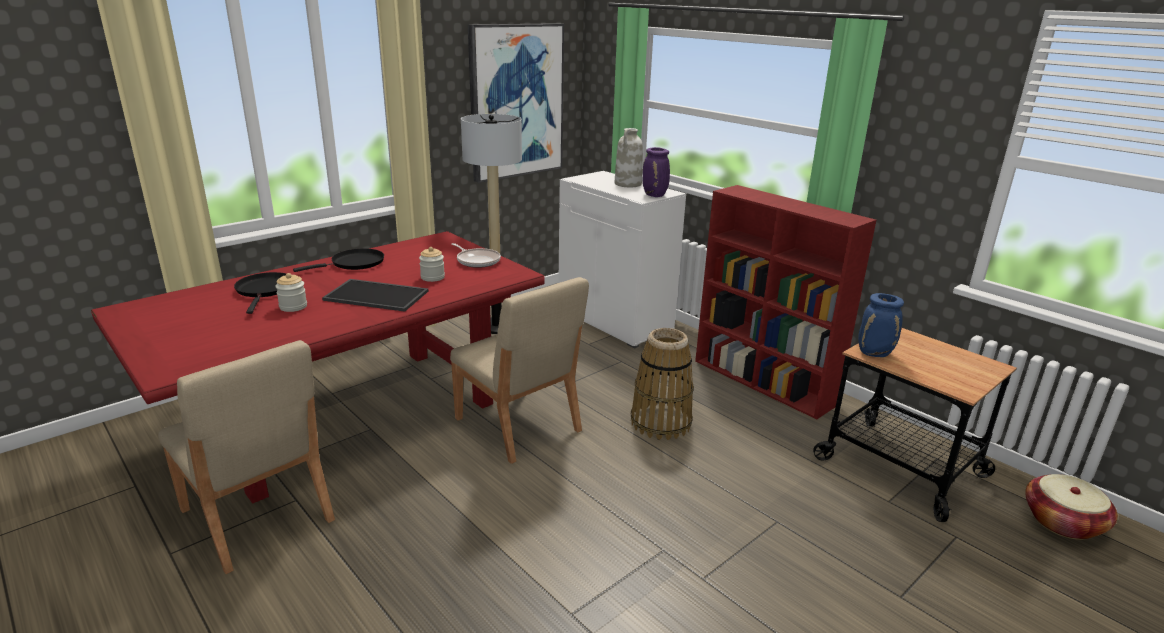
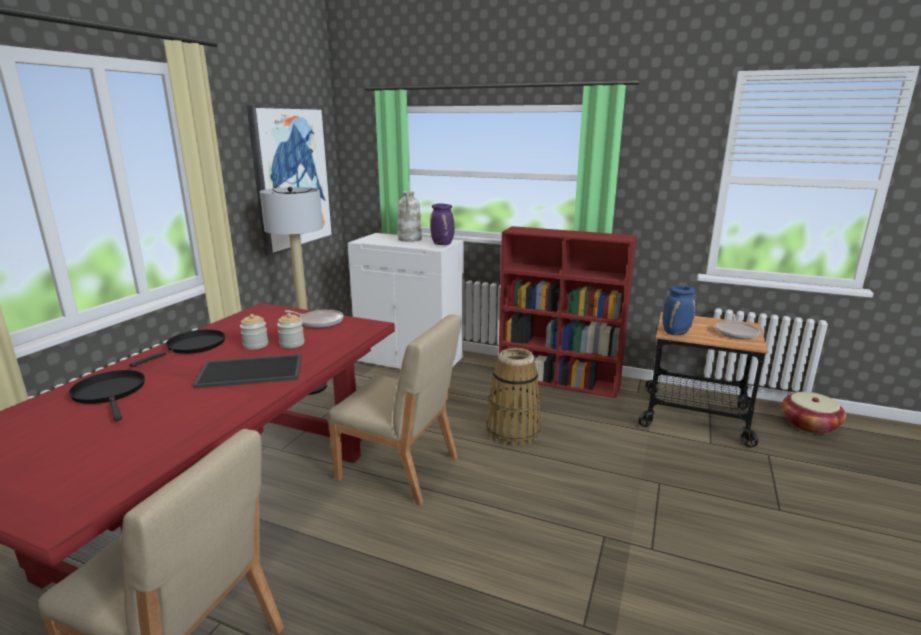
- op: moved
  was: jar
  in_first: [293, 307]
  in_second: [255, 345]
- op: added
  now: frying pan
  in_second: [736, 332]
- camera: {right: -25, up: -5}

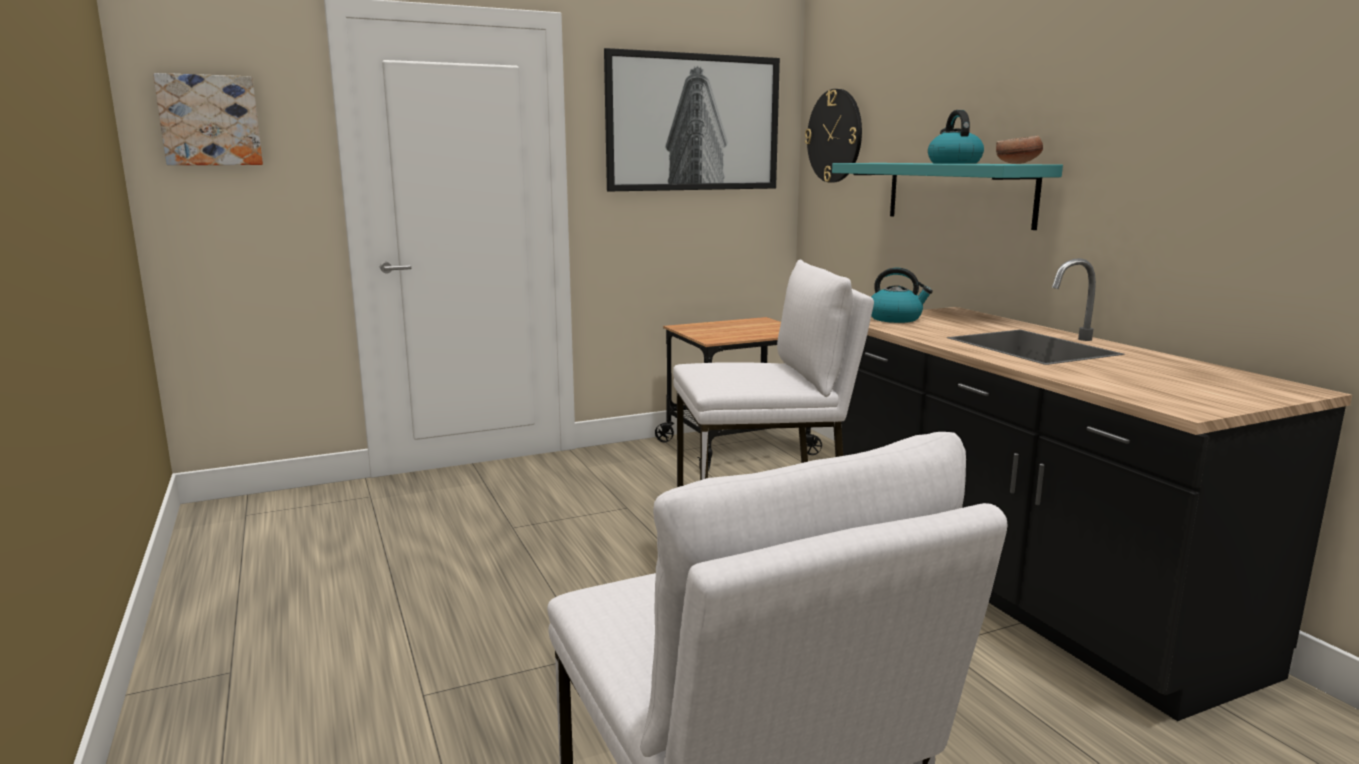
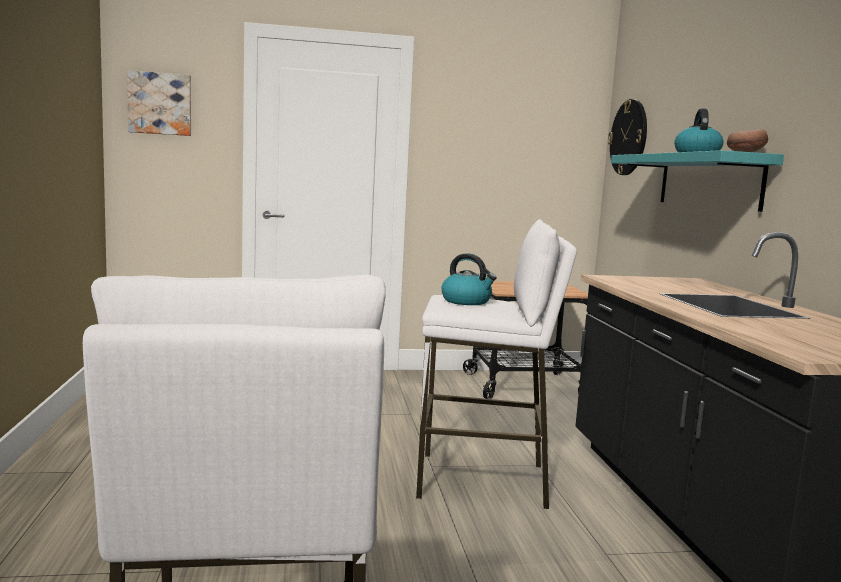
- op: removed
  was: picture
  in_first: [693, 123]
- op: moved
  was: kettle
  in_first: [895, 319]
  in_second: [467, 301]
- camera: {right: 15, up: -5}

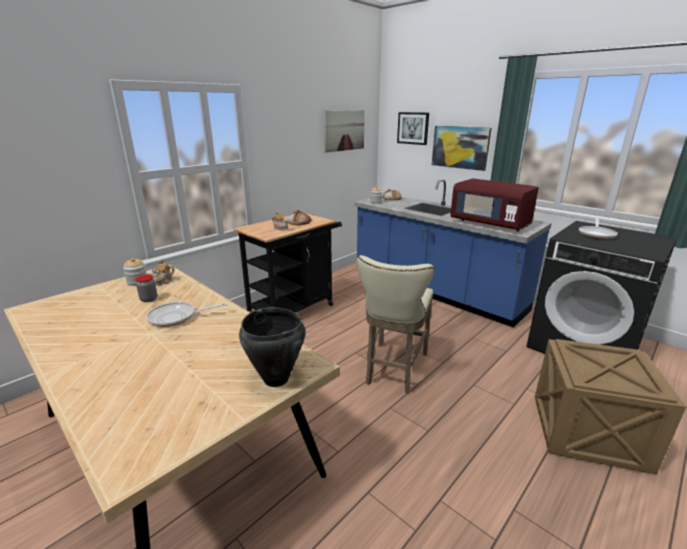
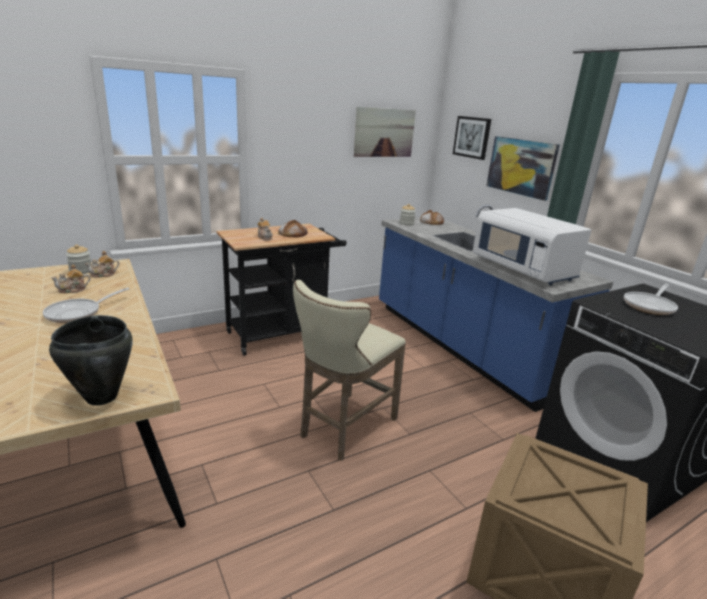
- op: replaced
  was: jar
  now: teapot
  in_first: [149, 299]
  in_second: [73, 290]
- op: turned
  was: frying pan
  in_first: [177, 317]
  in_second: [78, 313]
  clockwise: -60
- op: recoloured
  was: red microwave
  now: white microwave
  in_first: [490, 224]
  in_second: [523, 270]
- camera: {right: 15, up: 0}

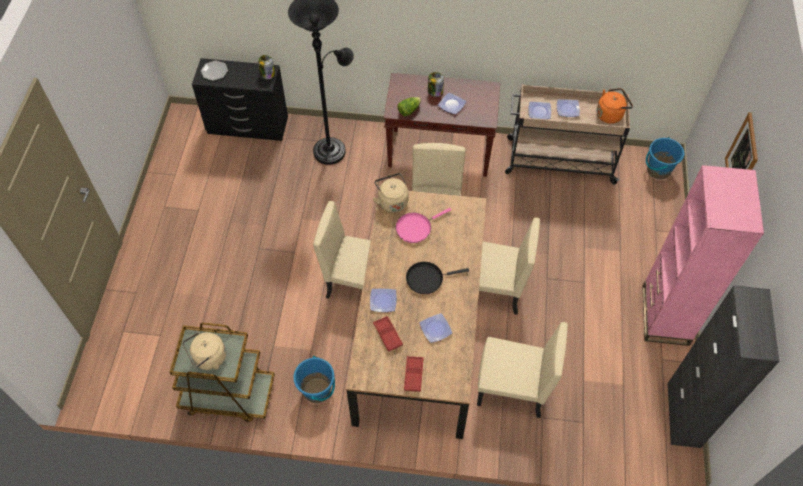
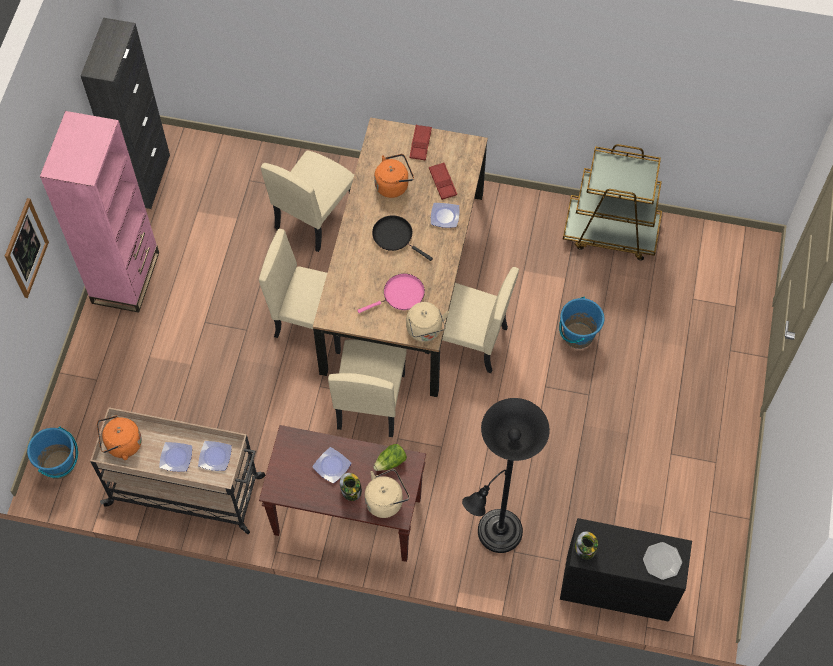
- op: moved
  was: beige kettle
  in_first: [208, 358]
  in_second: [386, 500]
- op: moved
  was: blue bucket
  in_first: [317, 390]
  in_second: [578, 335]
- op: turned
  was: black frying pan
  in_first: [427, 278]
  in_second: [395, 236]
  clockwise: -135
- op: replaced
  was: plate
  now: orange kettle
  in_first: [435, 329]
  in_second: [393, 185]
- op: turned
  was: beige chair
  in_first: [512, 389]
  in_second: [314, 216]
  clockwise: -75
- camera: {right: -175, up: 5}

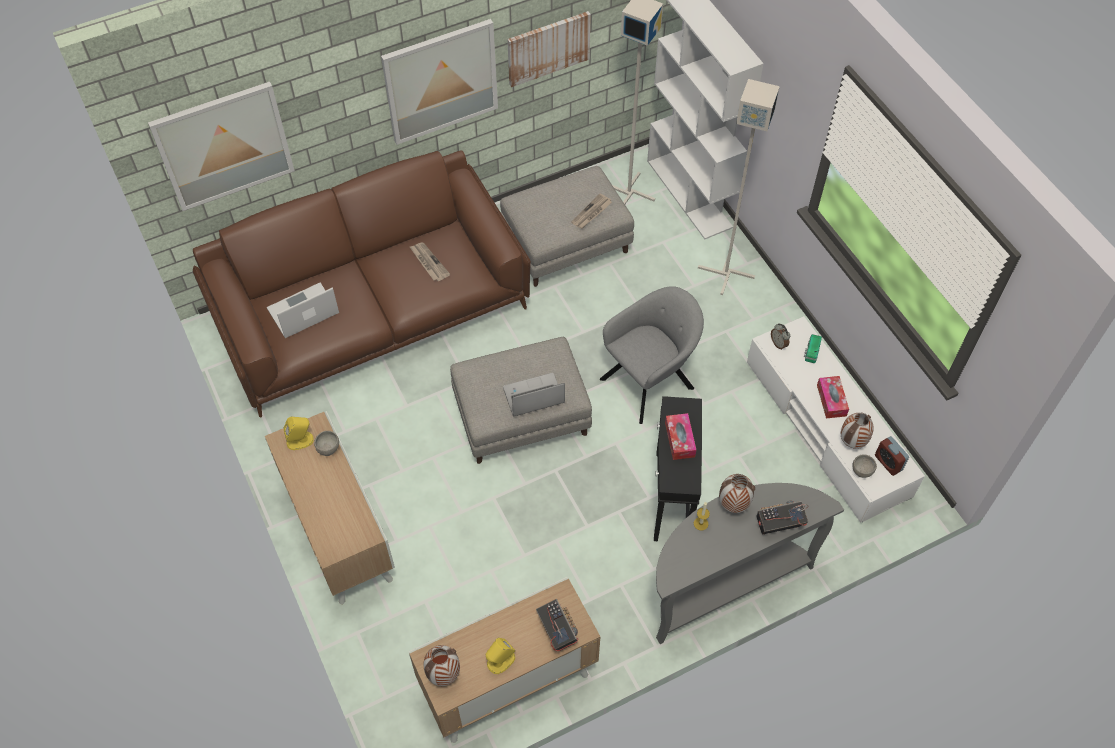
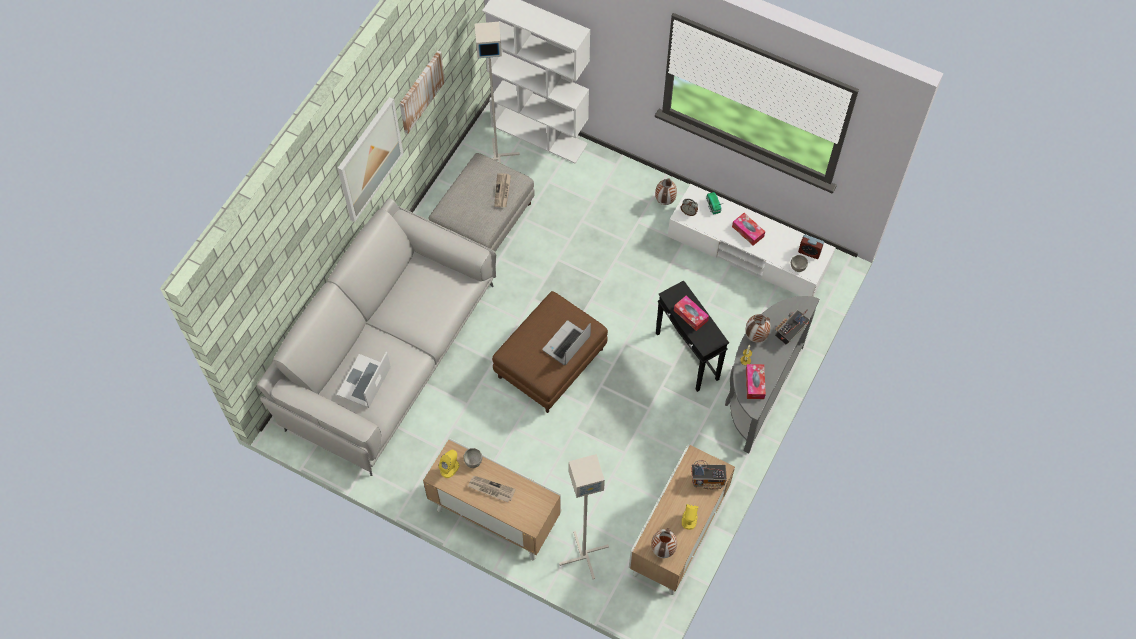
- op: removed
  was: picture
  in_first: [224, 145]
- op: recoloured
  was: brown sofa
  now: grey sofa
  in_first: [373, 312]
  in_second: [388, 353]
- op: moved
  was: newspaper
  in_first: [428, 262]
  in_second: [491, 489]
- op: recoloured
  was: grey ottoman
  now: brown ottoman
  in_first: [520, 417]
  in_second: [550, 364]
- op: turned
  was: radio
  in_first: [557, 631]
  in_second: [708, 480]
  clockwise: 150
- op: removed
  was: grey armchair
  in_first: [650, 381]
- op: moved
  was: grey floor lamp
  in_first: [725, 272]
  in_second: [583, 555]
- op: moved
  was: vase
  in_first: [852, 442]
  in_second: [664, 201]
- op: added
  now: tissue box
  in_second: [754, 384]
- camera: {right: -35, up: 5}

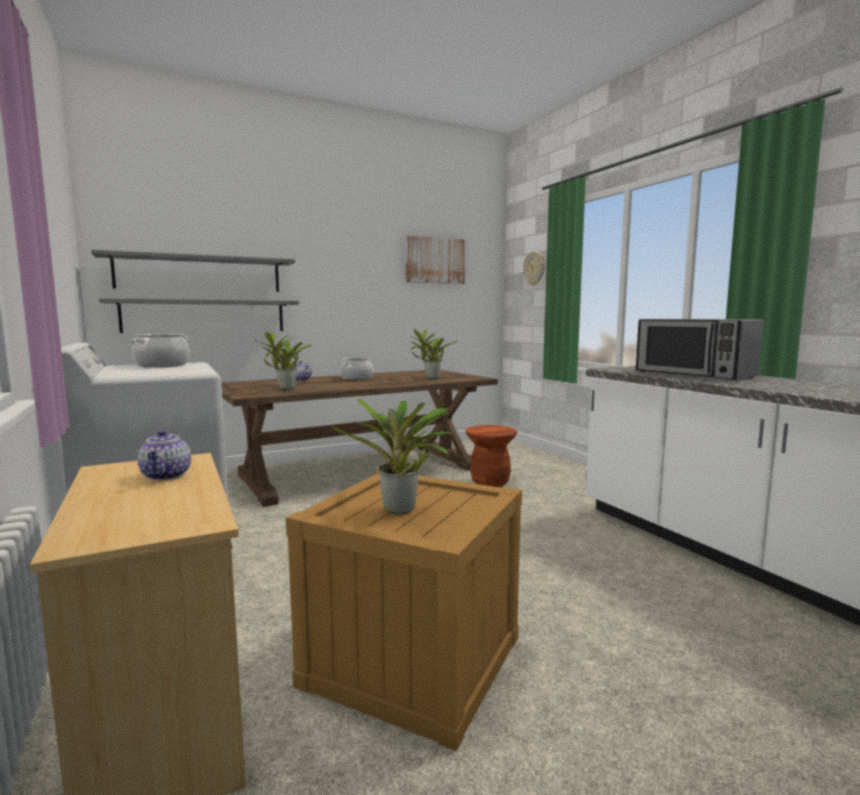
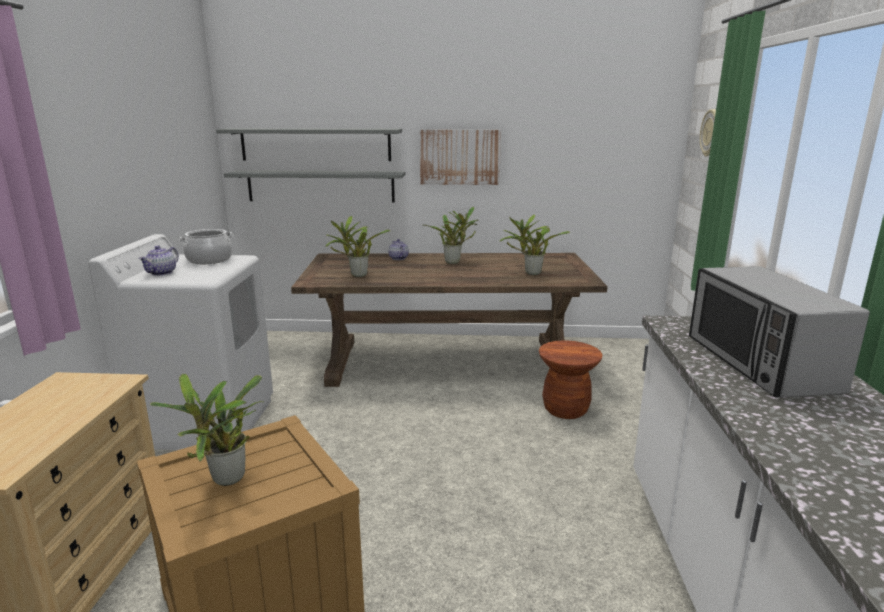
- op: moved
  was: teapot
  in_first: [167, 475]
  in_second: [162, 273]
- op: replaced
  was: cooking pot
  now: potted plant
  in_first: [356, 378]
  in_second: [454, 262]
- op: moved
  was: picture
  in_first: [435, 260]
  in_second: [460, 157]
- camera: {right: 30, up: 10}

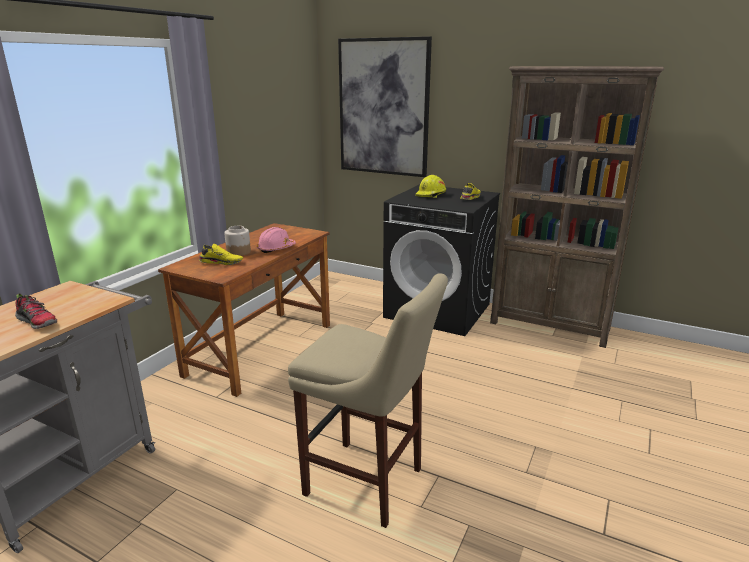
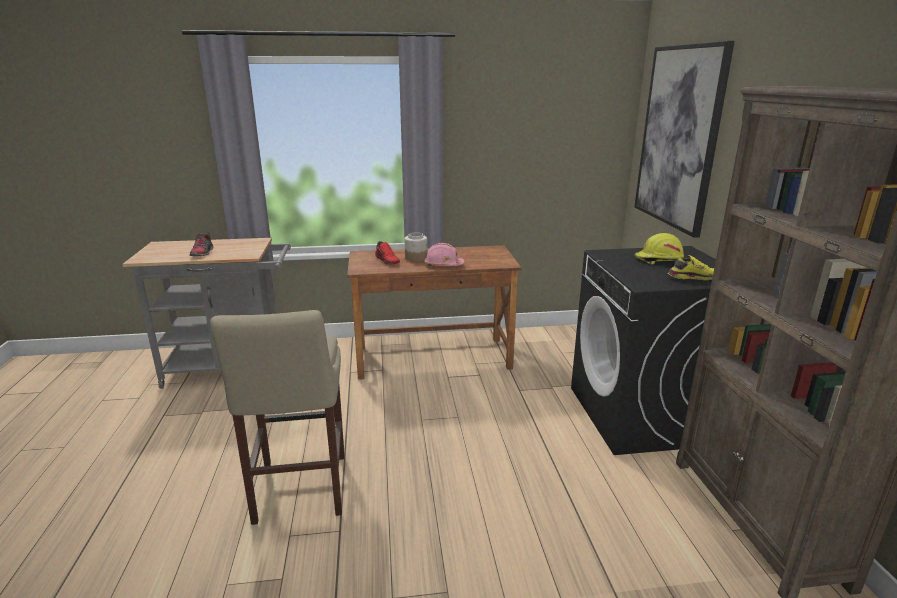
- op: recoloured
  was: yellow shoe
  now: red shoe
  in_first: [222, 262]
  in_second: [388, 260]
- camera: {right: 55, up: 0}

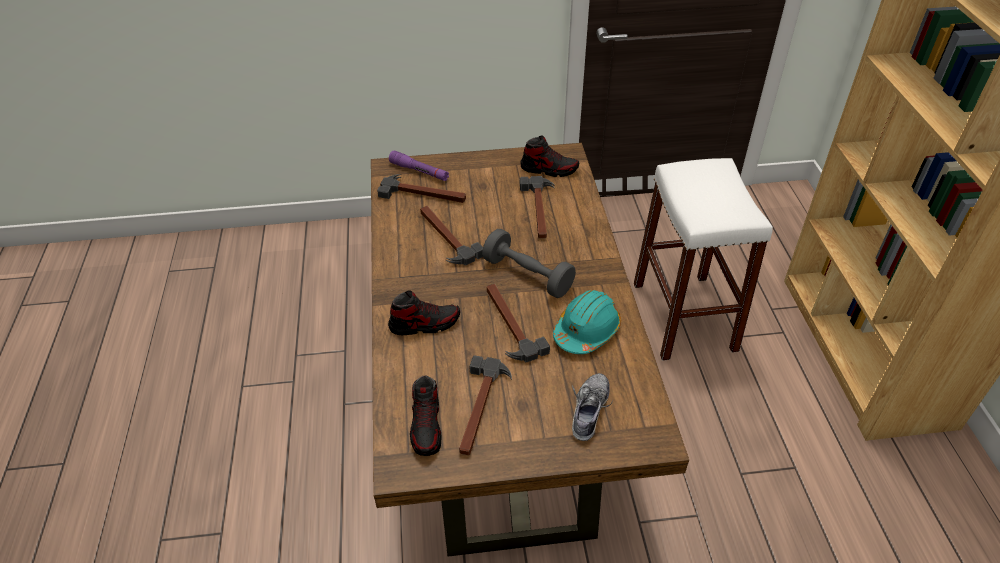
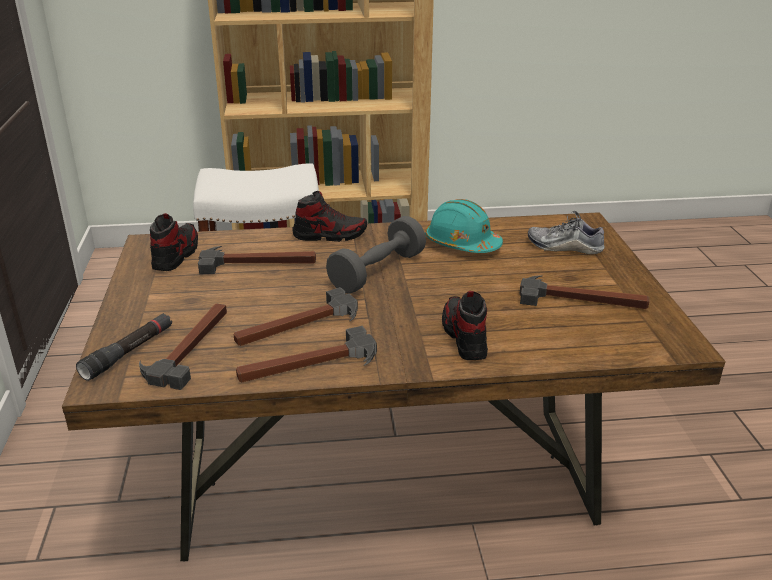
- op: recoloured
  was: purple flashlight
  now: black flashlight
  in_first: [419, 171]
  in_second: [129, 353]
- op: moved
  was: shoe
  in_first: [427, 426]
  in_second: [330, 235]
- op: moved
  was: hammer
  in_first: [510, 324]
  in_second: [308, 365]
- camera: {right: -90, up: -15}

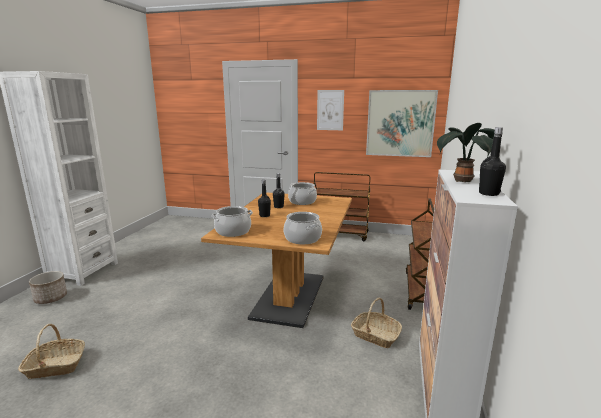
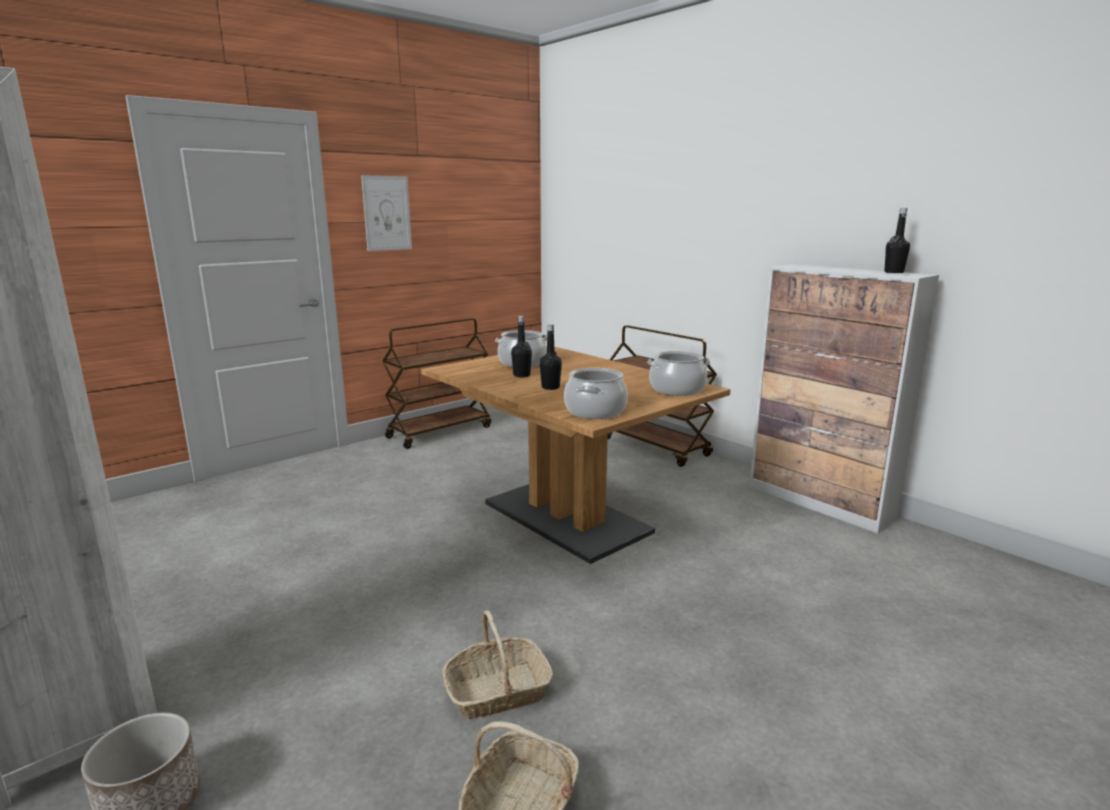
- op: moved
  was: basket
  in_first: [375, 335]
  in_second: [497, 692]
- op: removed
  was: picture
  in_first: [400, 123]
- op: removed
  was: potted plant
  in_first: [462, 180]
- camera: {right: -55, up: 0}

